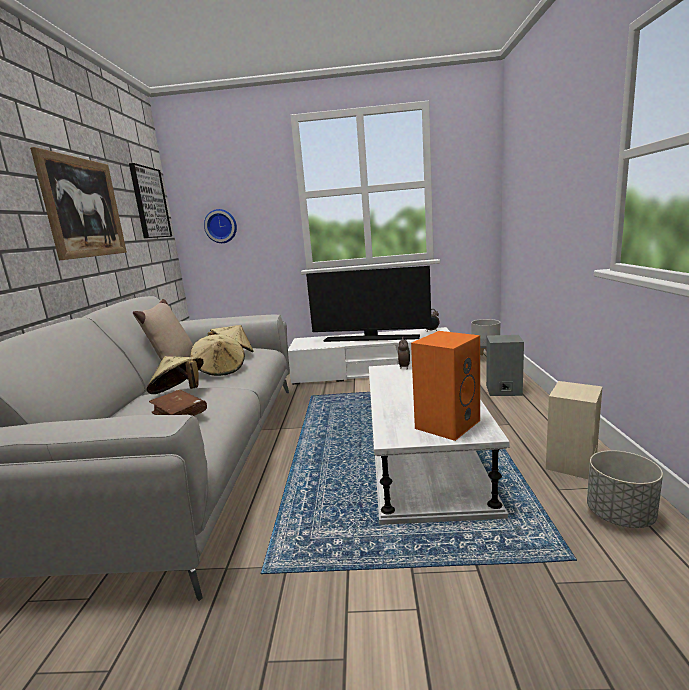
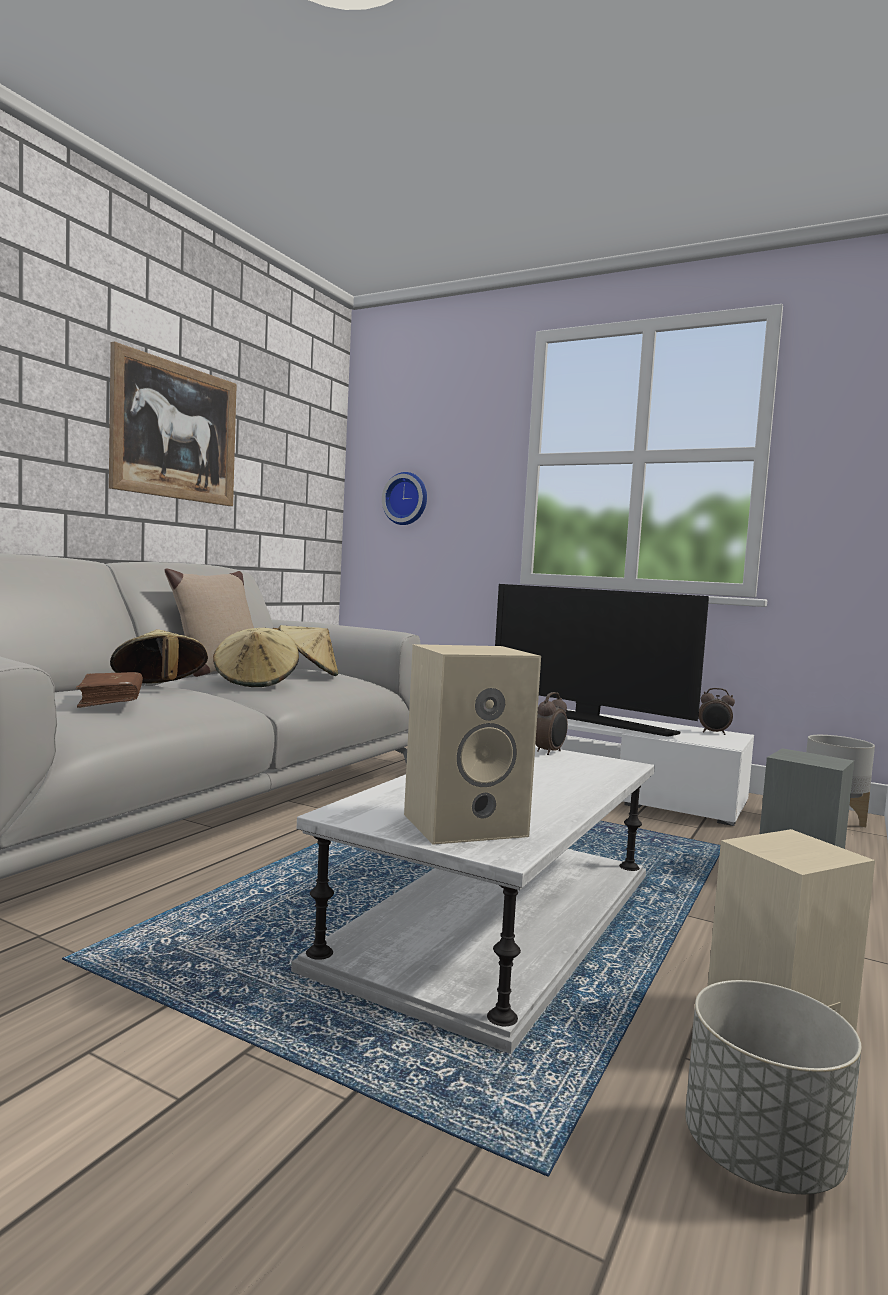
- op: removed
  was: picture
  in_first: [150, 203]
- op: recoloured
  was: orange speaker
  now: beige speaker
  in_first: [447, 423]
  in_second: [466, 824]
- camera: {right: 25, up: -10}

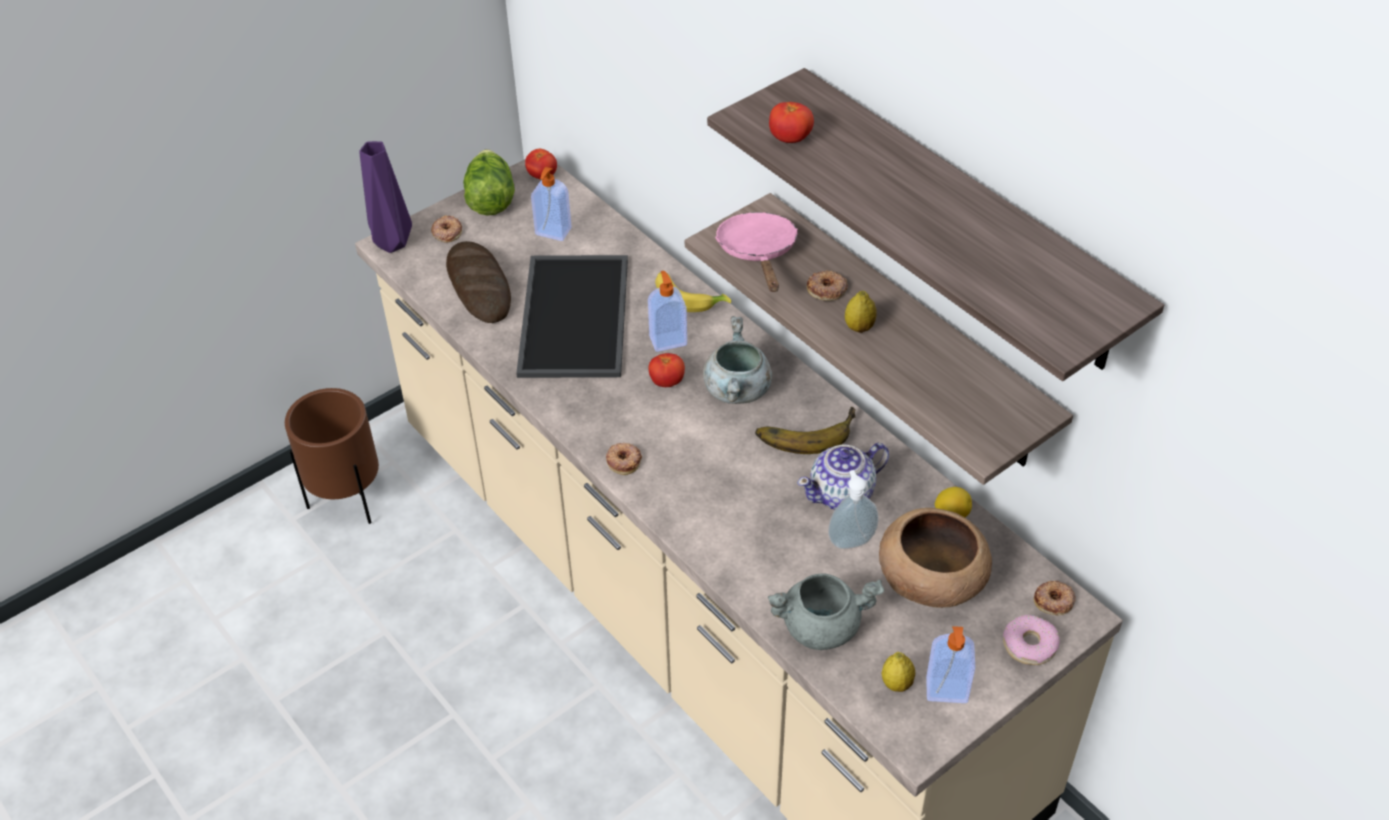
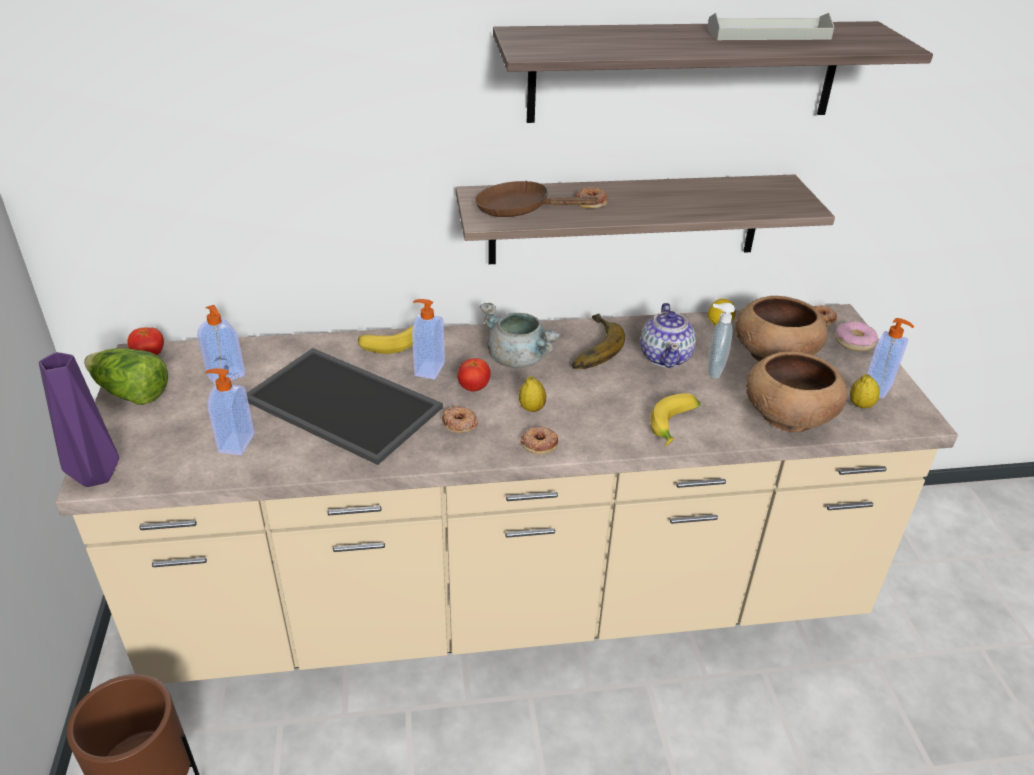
- op: moved
  was: donut
  in_first: [447, 232]
  in_second: [459, 423]
- op: replaced
  was: bread
  now: soap dispenser
  in_first: [479, 287]
  in_second: [235, 443]
- op: recoloured
  was: pink frying pan
  now: brown frying pan
  in_first: [758, 253]
  in_second: [520, 211]
- op: replaced
  was: grey cooking pot
  now: brown bowl
  in_first: [821, 626]
  in_second: [787, 416]
- op: removed
  was: tomato
  in_first: [790, 139]
- op: moved
  was: lemon
  in_first: [859, 327]
  in_second: [532, 408]
- op: added
  now: banana
  in_second: [676, 427]
- op: added
  now: grey tray
  in_second: [768, 34]
- camera: {right: -60, up: -10}

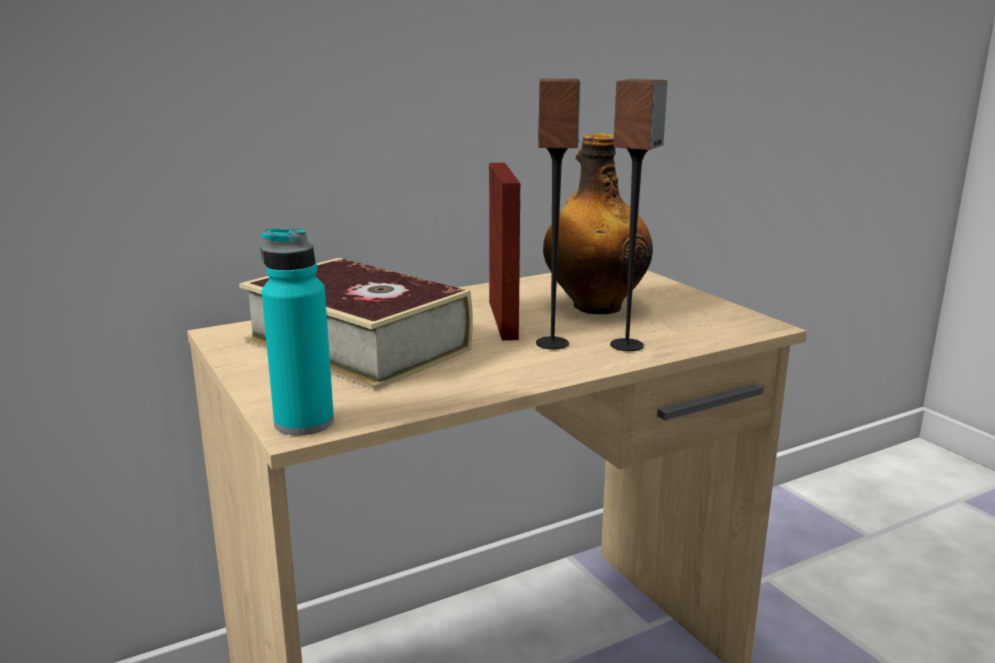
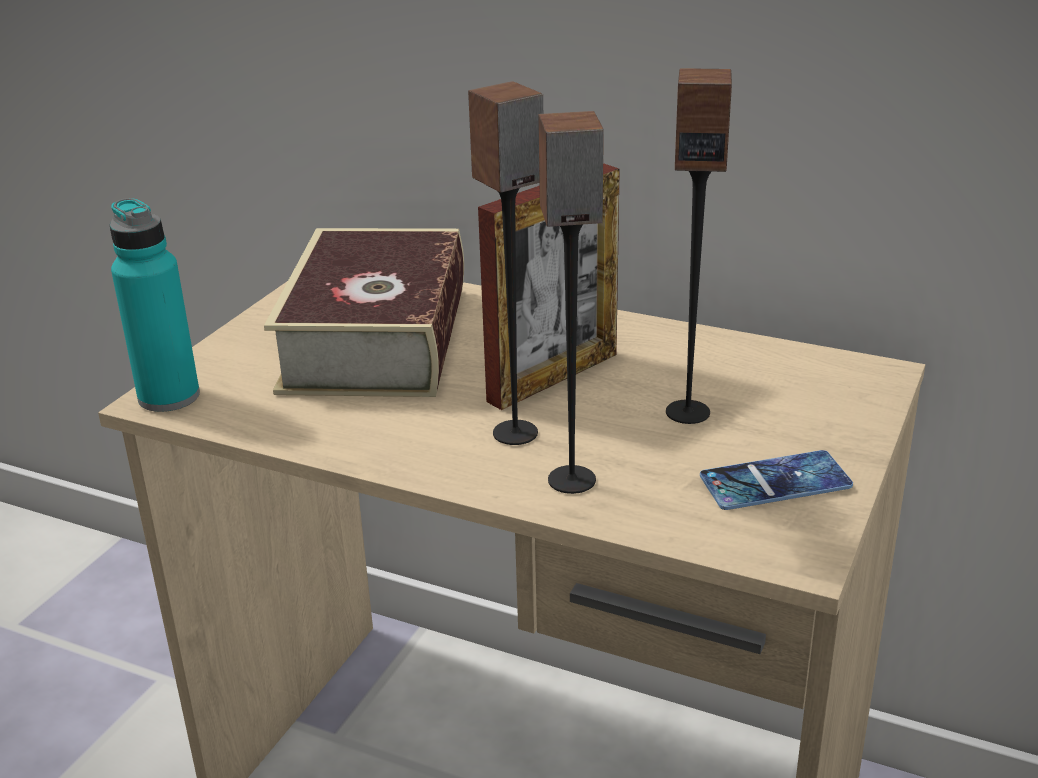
- op: replaced
  was: bottle
  now: speaker
  in_first: [595, 306]
  in_second: [688, 412]
- op: added
  now: phone
  in_second: [775, 482]
- camera: {right: 55, up: 10}

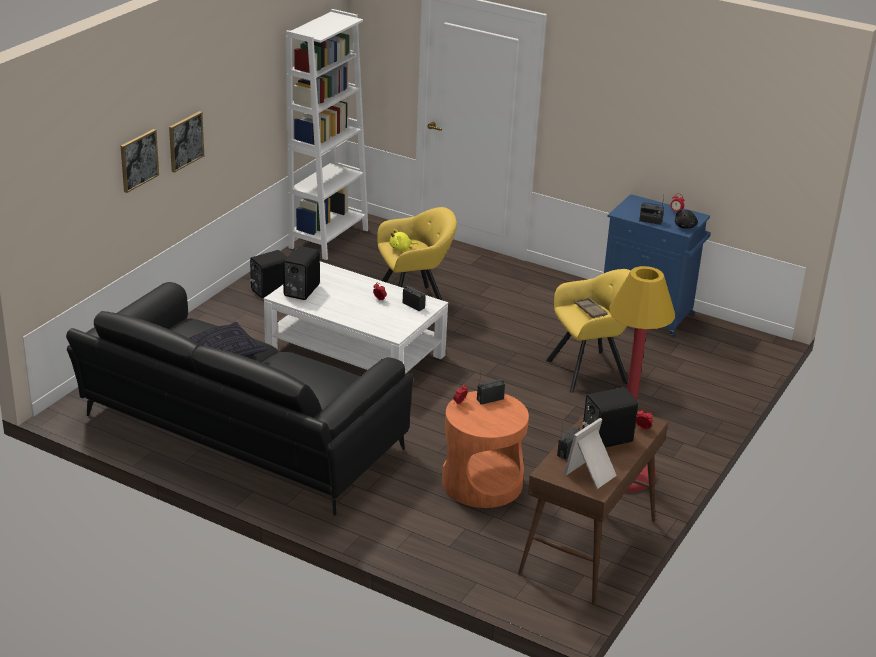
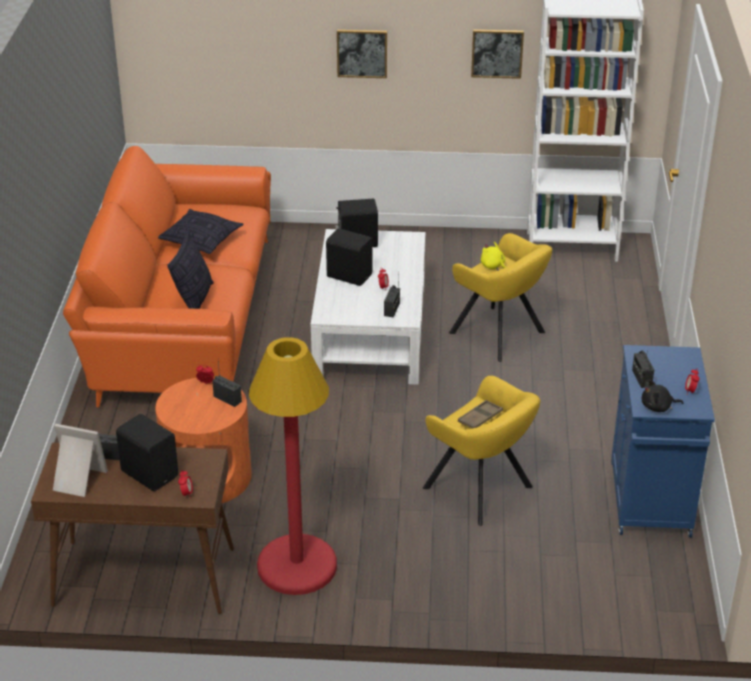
- op: recoloured
  was: black sofa
  now: orange sofa
  in_first: [239, 434]
  in_second: [182, 317]
- op: moved
  was: picture
  in_first: [138, 160]
  in_second: [497, 53]
- op: moved
  was: black speaker
  in_first: [269, 290]
  in_second: [349, 275]
- op: added
  now: pillow
  in_second: [194, 301]
- camera: {right: 65, up: 5}

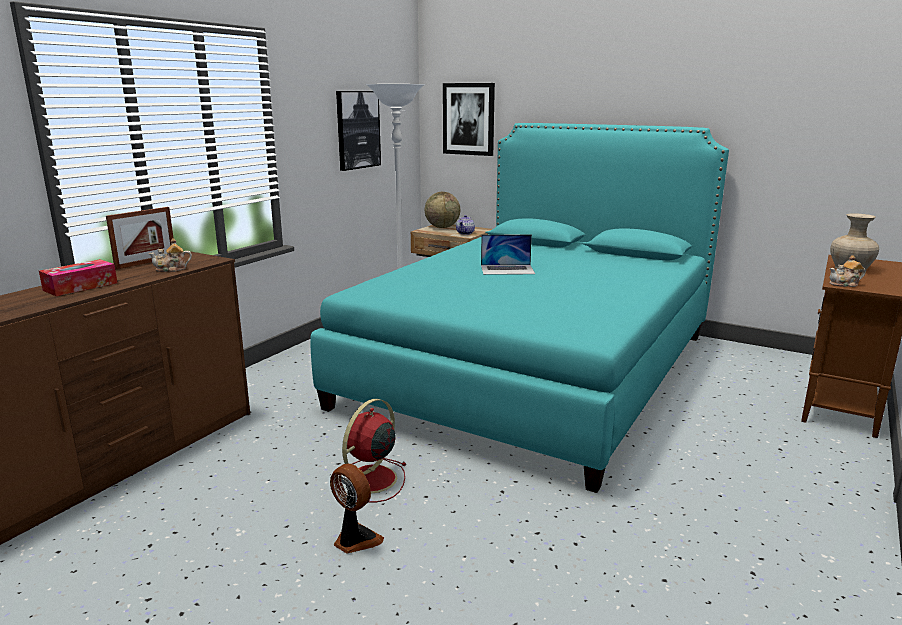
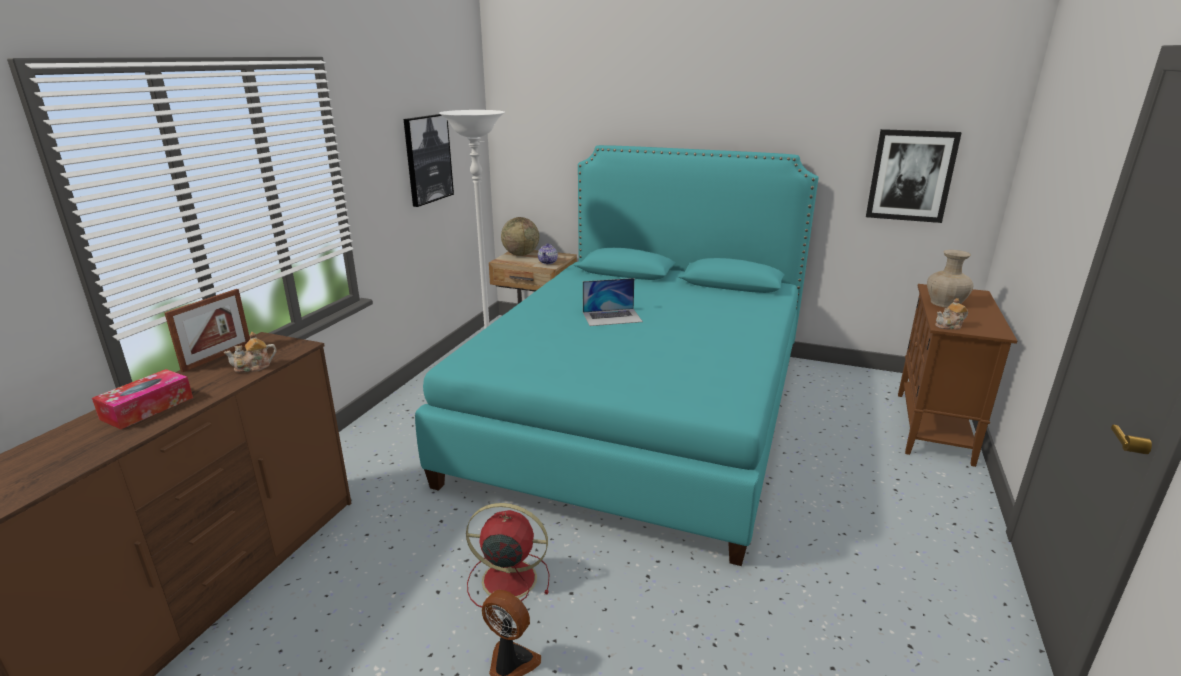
- op: turned
  was: red fan
  in_first: [370, 480]
  in_second: [506, 579]
  clockwise: 75
- op: moved
  was: picture
  in_first: [468, 119]
  in_second: [911, 176]
- camera: {right: -10, up: 5}

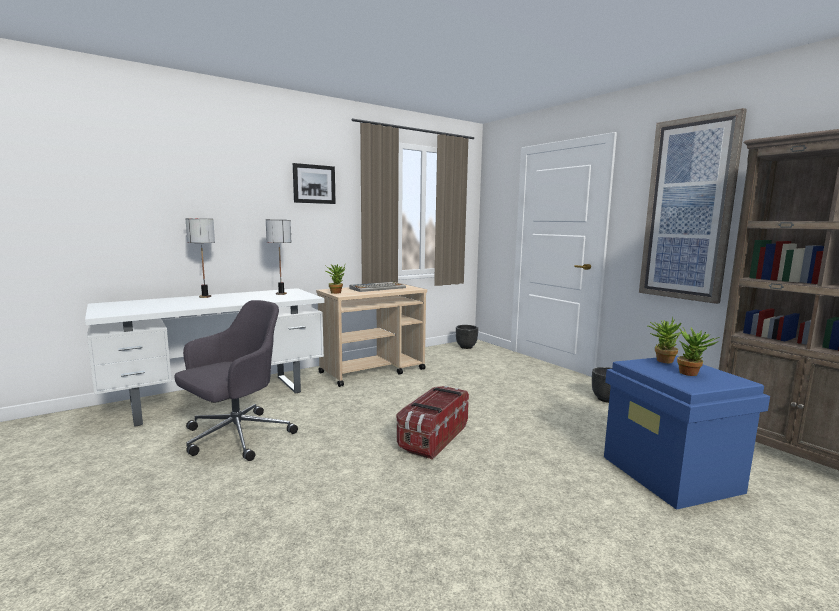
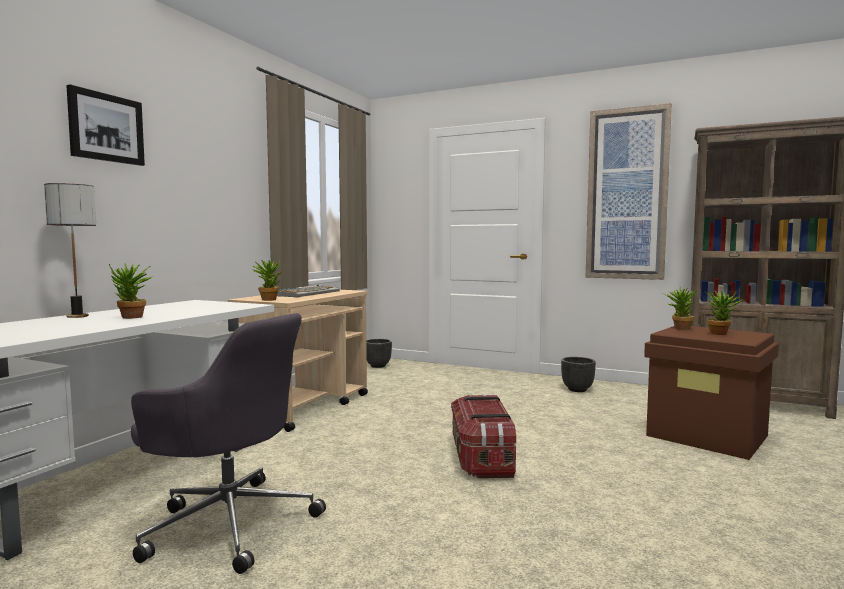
- op: turned
  was: grey office chair
  in_first: [235, 437]
  in_second: [229, 523]
  clockwise: 105
- op: removed
  was: table lamp
  in_first: [281, 294]
- op: moved
  was: picture
  in_first: [314, 184]
  in_second: [106, 128]
- op: recoloured
  was: blue storage box
  now: brown storage box
  in_first: [671, 474]
  in_second: [708, 436]
- op: added
  now: potted plant
  in_second: [131, 318]
- camera: {right: -30, up: -5}

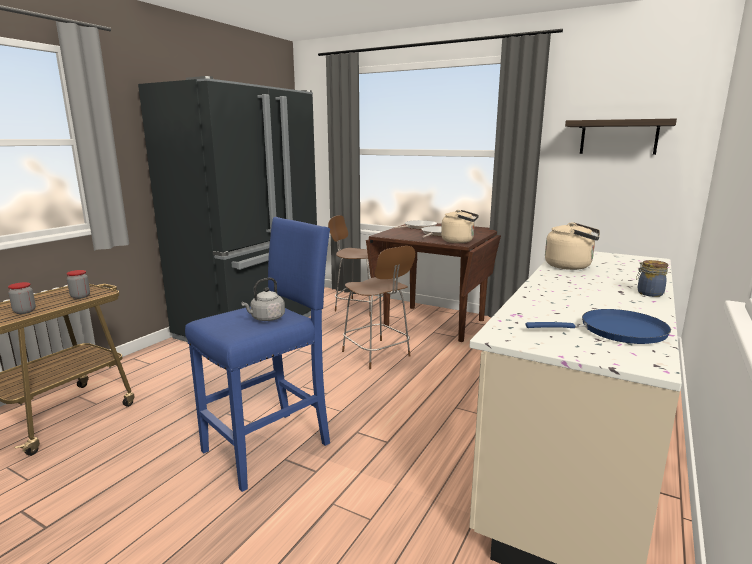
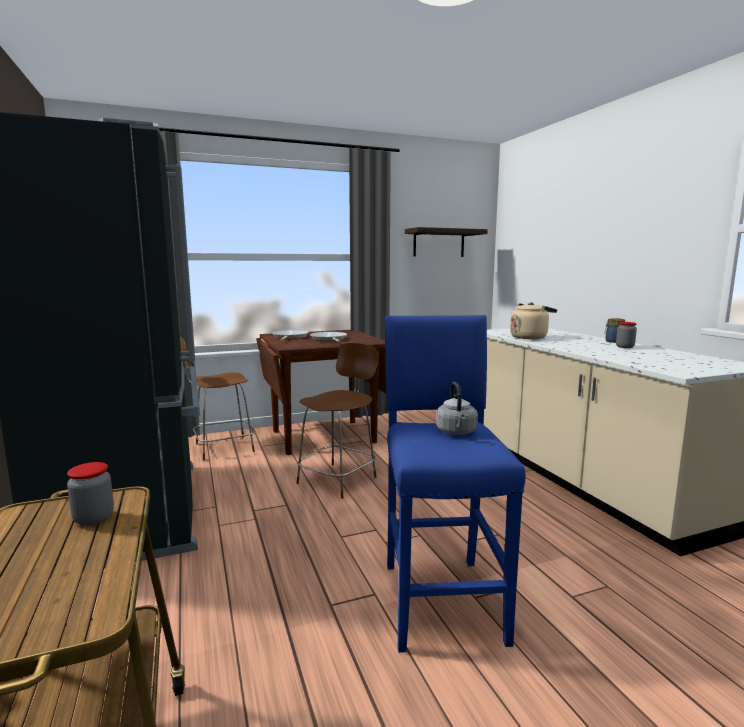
- op: moved
  was: jar
  in_first: [24, 311]
  in_second: [625, 347]
- op: turned
  was: brown chair
  in_first: [377, 354]
  in_second: [339, 479]
  clockwise: -60
- op: removed
  was: beige kettle
  in_first: [459, 241]
- op: removed
  was: blue frying pan
  in_first: [616, 331]
- camera: {right: -50, up: -5}

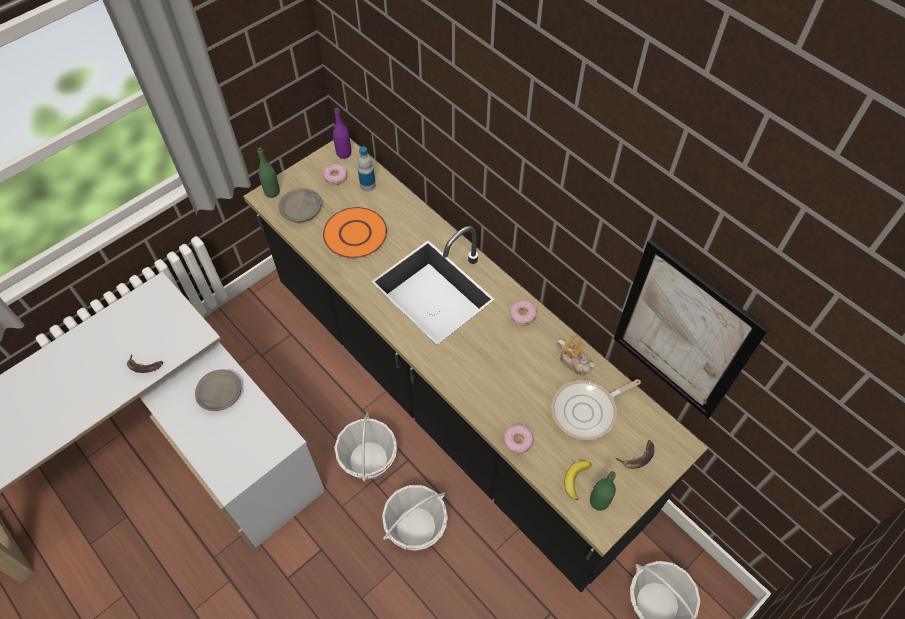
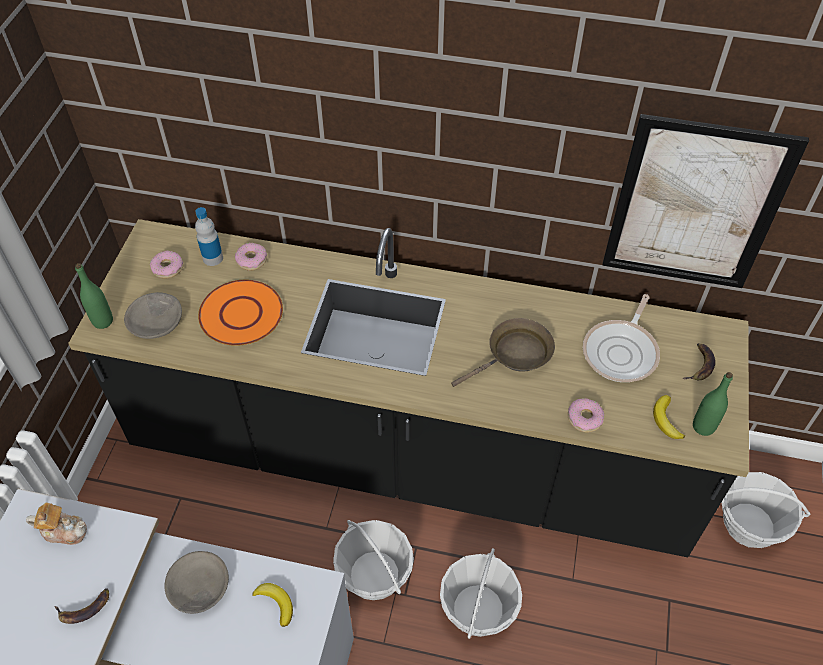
- op: removed
  was: purple bottle
  in_first: [344, 153]
- op: moved
  was: donut
  in_first: [522, 315]
  in_second: [251, 260]
- op: moved
  was: teapot
  in_first: [574, 361]
  in_second: [64, 530]
- op: added
  now: banana
  in_second: [276, 603]
- op: added
  now: brown frying pan
  in_second: [515, 355]
- camera: {right: -35, up: -5}

